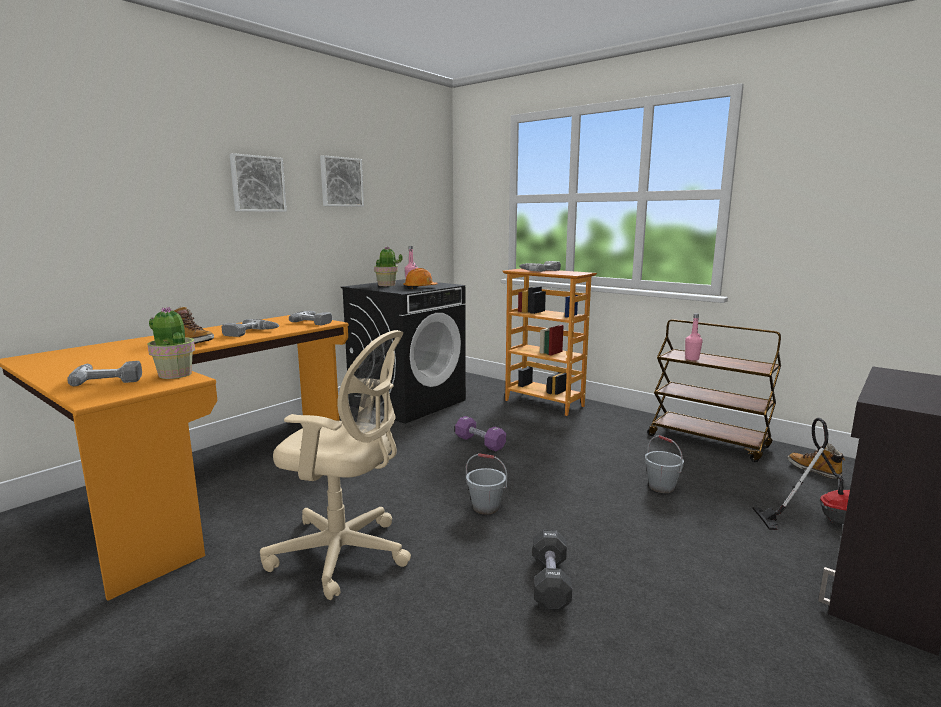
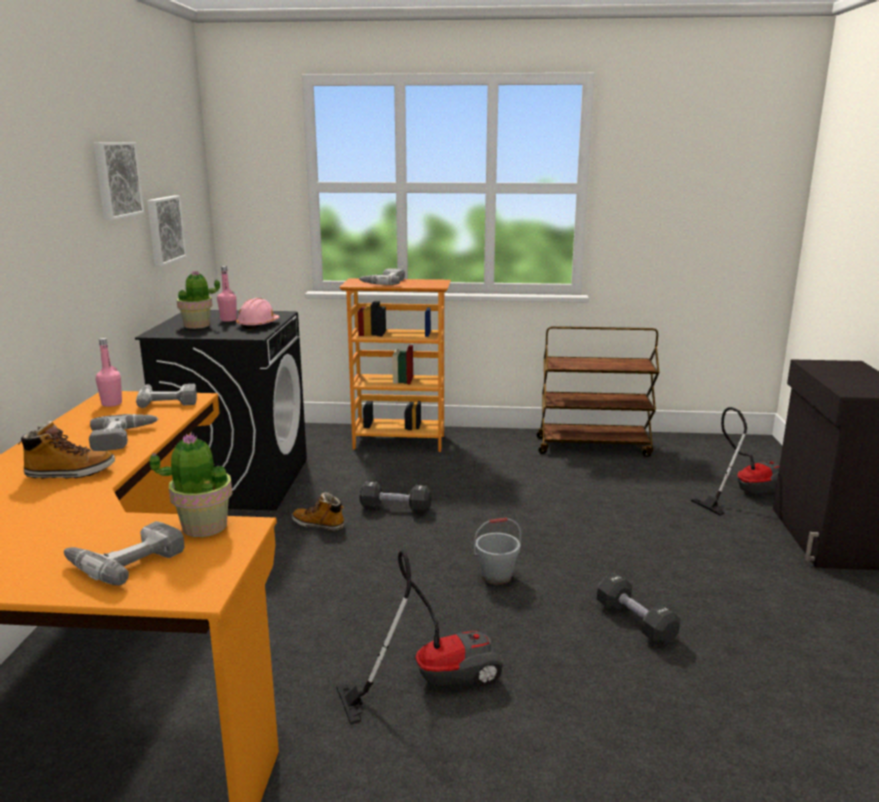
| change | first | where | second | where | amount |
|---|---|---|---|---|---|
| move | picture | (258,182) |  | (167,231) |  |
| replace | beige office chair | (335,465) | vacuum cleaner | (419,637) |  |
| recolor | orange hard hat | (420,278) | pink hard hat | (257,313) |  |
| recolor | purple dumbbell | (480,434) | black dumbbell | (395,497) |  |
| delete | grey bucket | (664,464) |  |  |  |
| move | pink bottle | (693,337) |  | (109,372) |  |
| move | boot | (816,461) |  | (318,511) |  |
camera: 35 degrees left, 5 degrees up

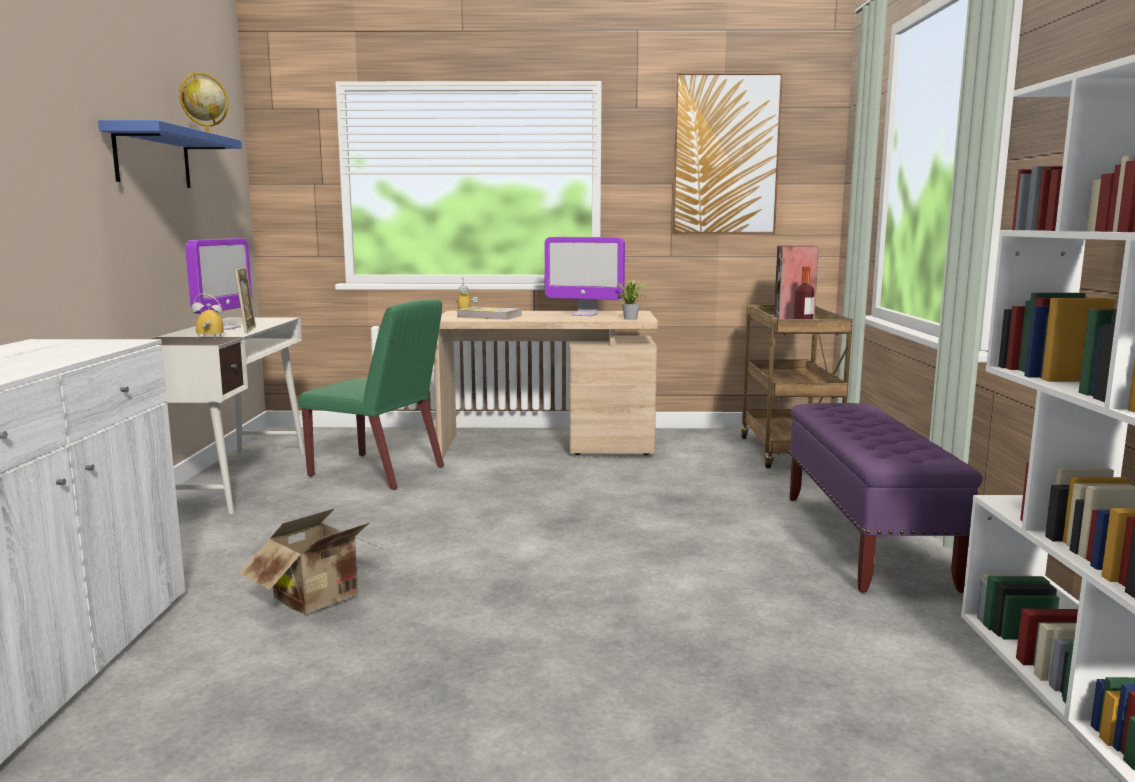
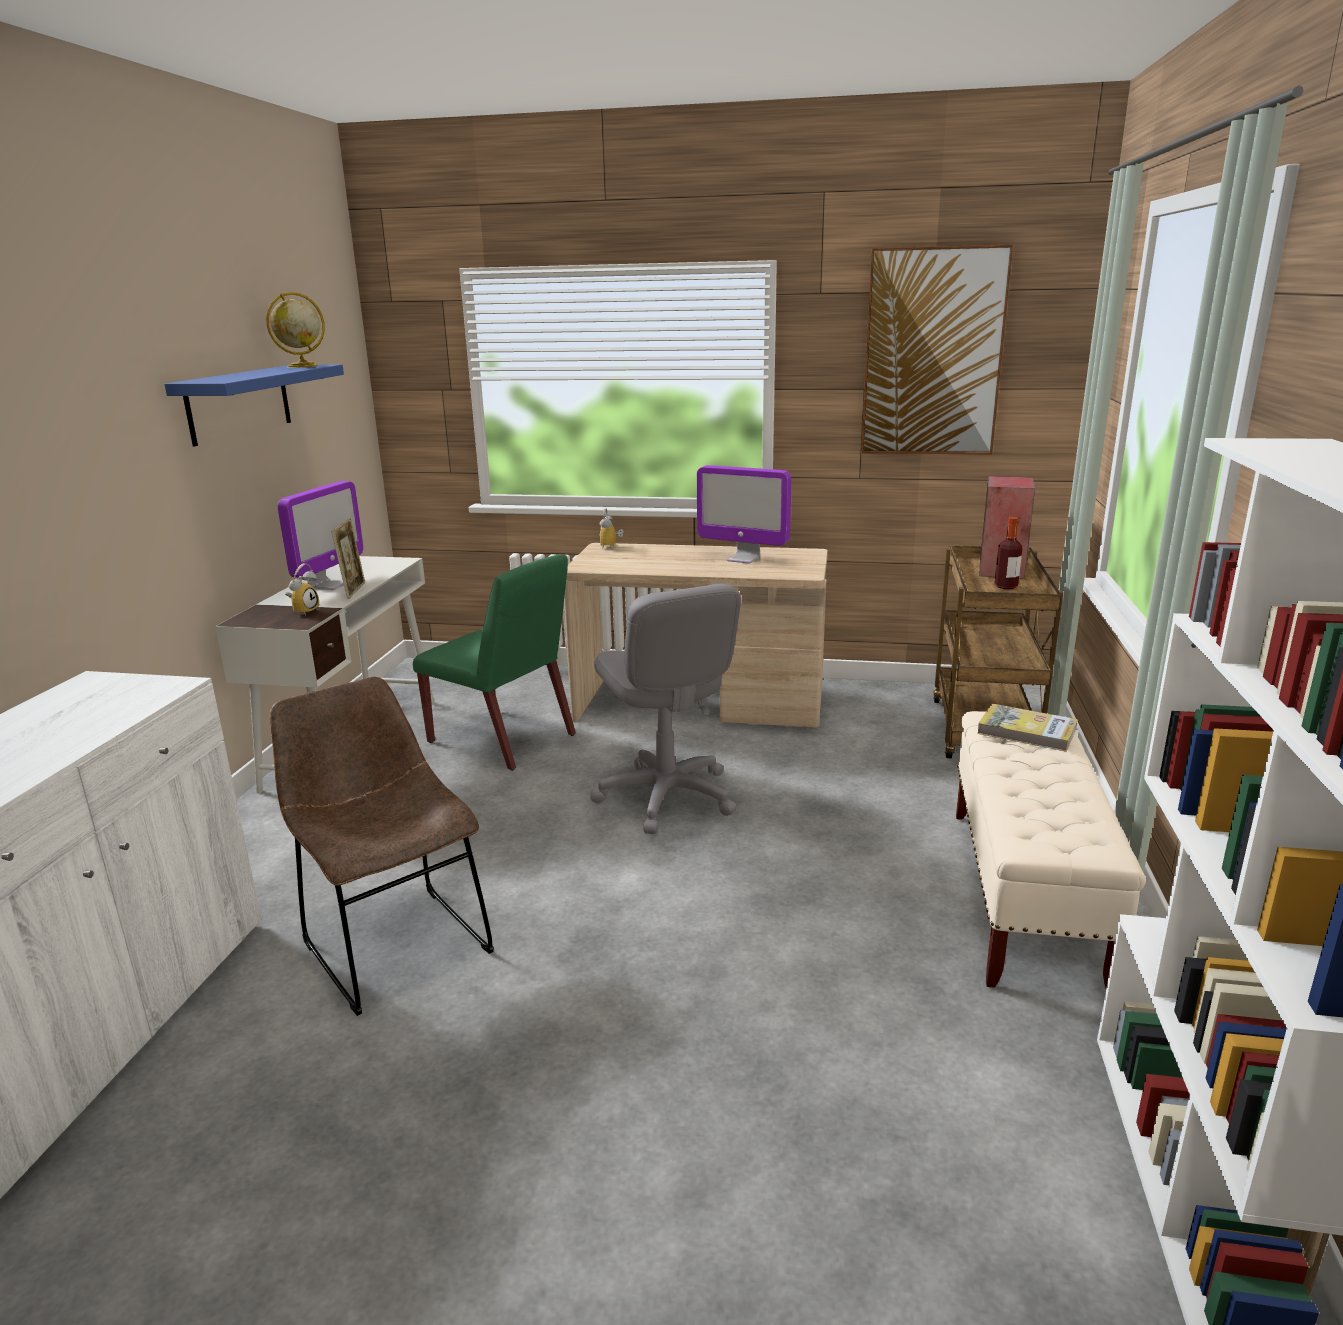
| change | first | where | second | where | amount |
|---|---|---|---|---|---|
| rotate | alarm clock | (207,316) |  | (302,589) | 105 degrees clockwise |
| replace | cardboard box | (312,561) | brown chair | (382,846) |  |
| move | book | (489,313) |  | (1027,728) |  |
| delete | potted plant | (632,299) |  |  |  |
| recolor | purple bench | (886,498) | beige bench | (1051,849) |  |
| insert |  |  | grey office chair | (665,709) |  |
camera: 10 degrees right, 10 degrees up

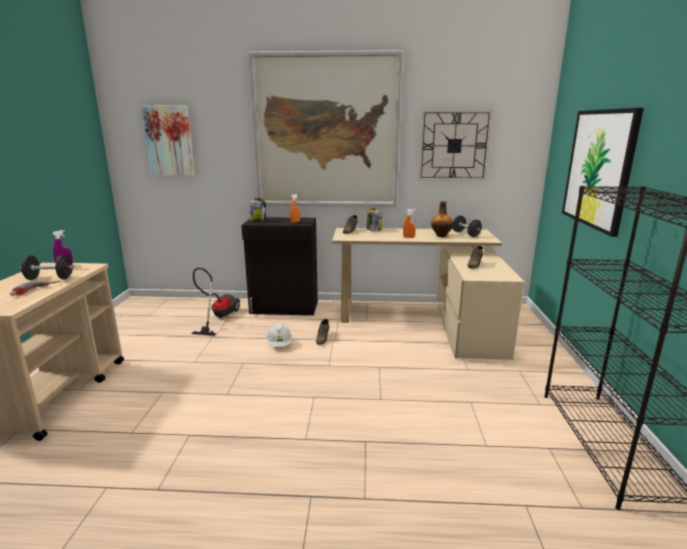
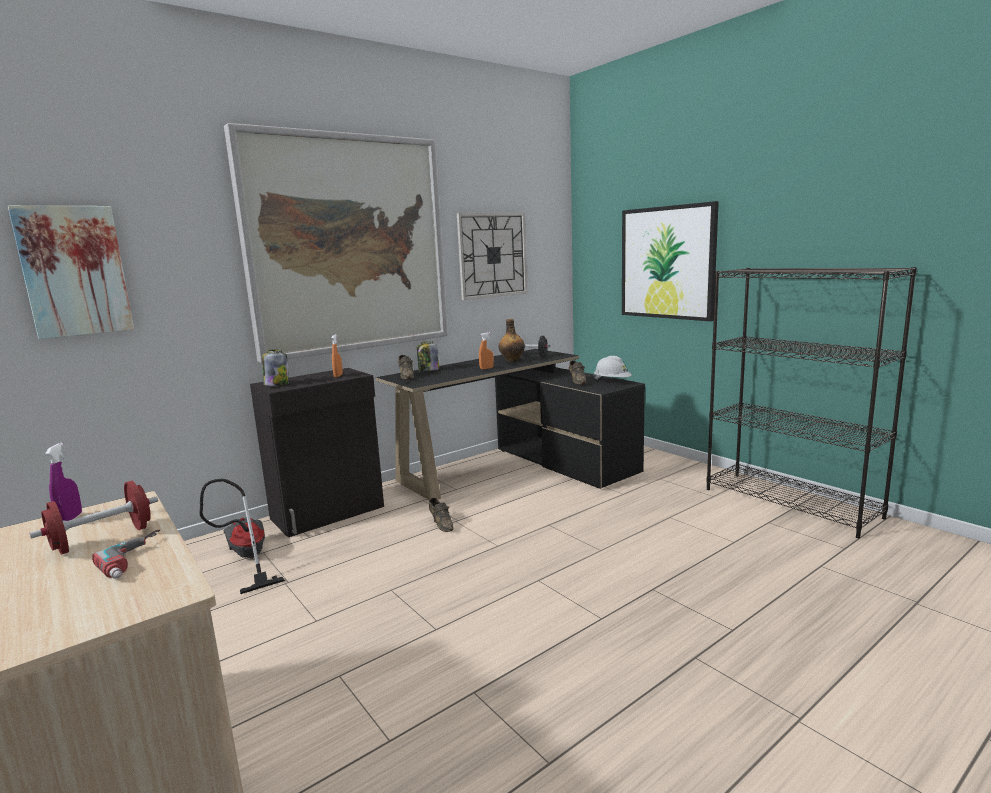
| change | first | where | second | where | amount |
|---|---|---|---|---|---|
| recolor | black dumbbell | (47,267) | red dumbbell | (94,518) |  |
| move | white hard hat | (279,335) |  | (613,368) |  |
| recolor | beige desk | (428,294) | black desk | (510,424) |  |
camera: 40 degrees left, 5 degrees down

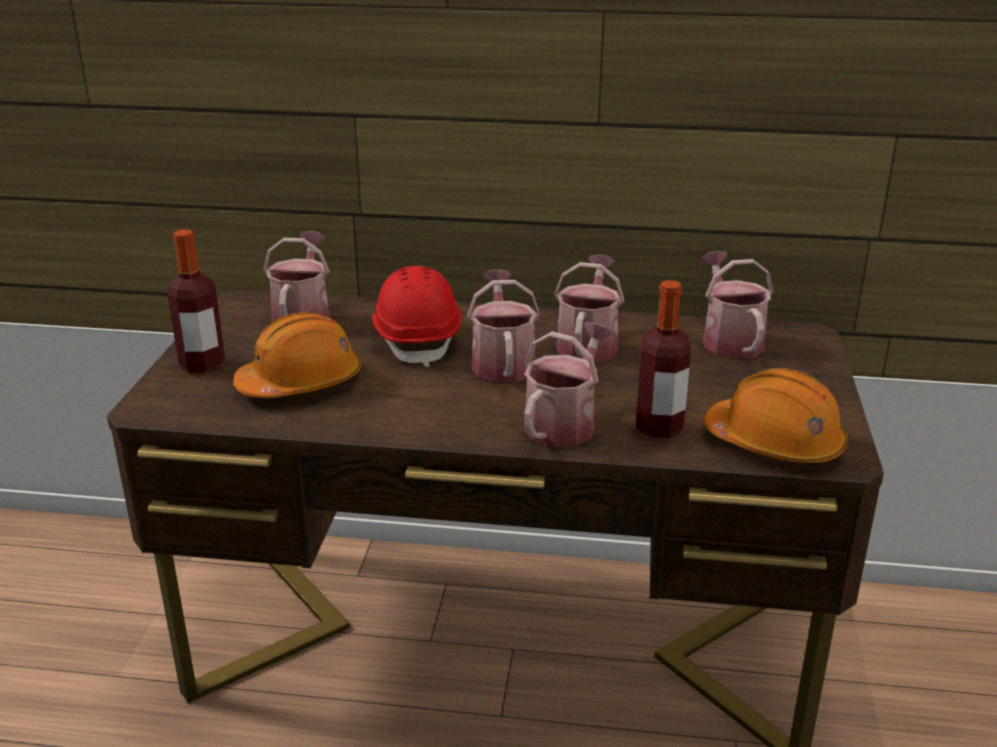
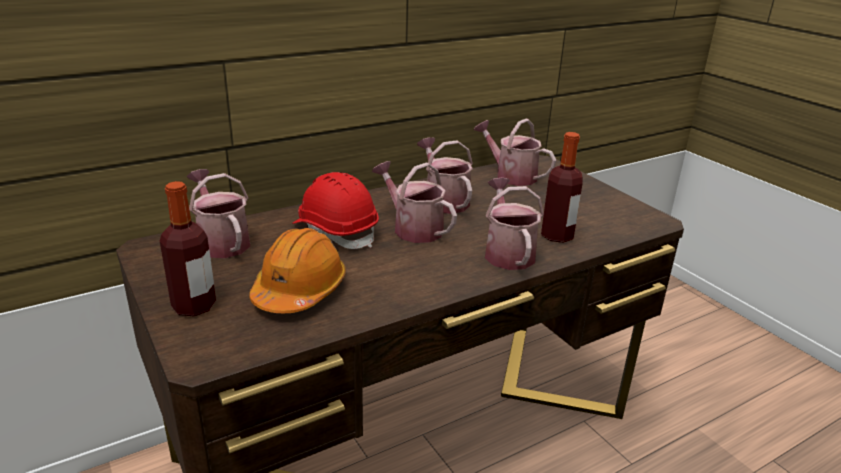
| change | first | where | second | where | amount |
|---|---|---|---|---|---|
| delete | orange hard hat | (776,417) |  |  |  |
camera: 40 degrees left, 0 degrees up

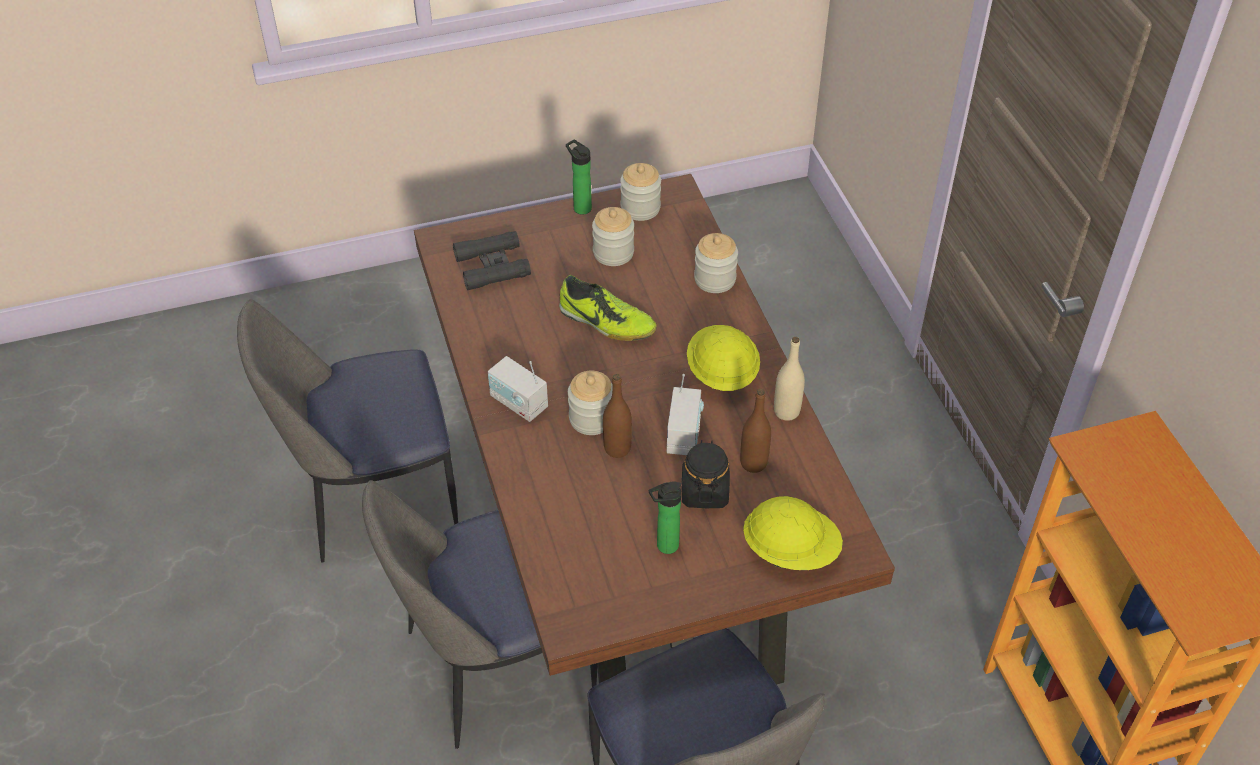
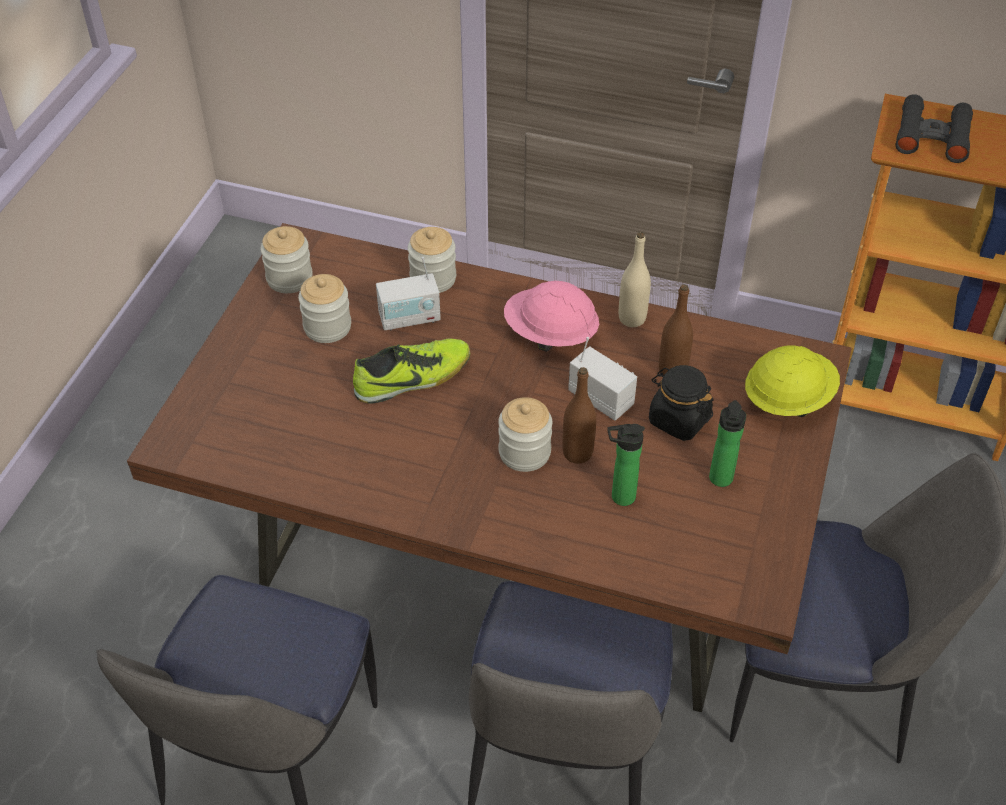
| change | first | where | second | where | amount |
|---|---|---|---|---|---|
| move | black binoculars | (492,260) |  | (934,128) |  |
| move | radio | (518,389) |  | (408,294) |  |
| move | bottle | (579,177) |  | (626,465) |  |
| recolor | yellow hard hat | (723,358) | pink hard hat | (551,316) |  |
camera: 55 degrees left, 0 degrees up

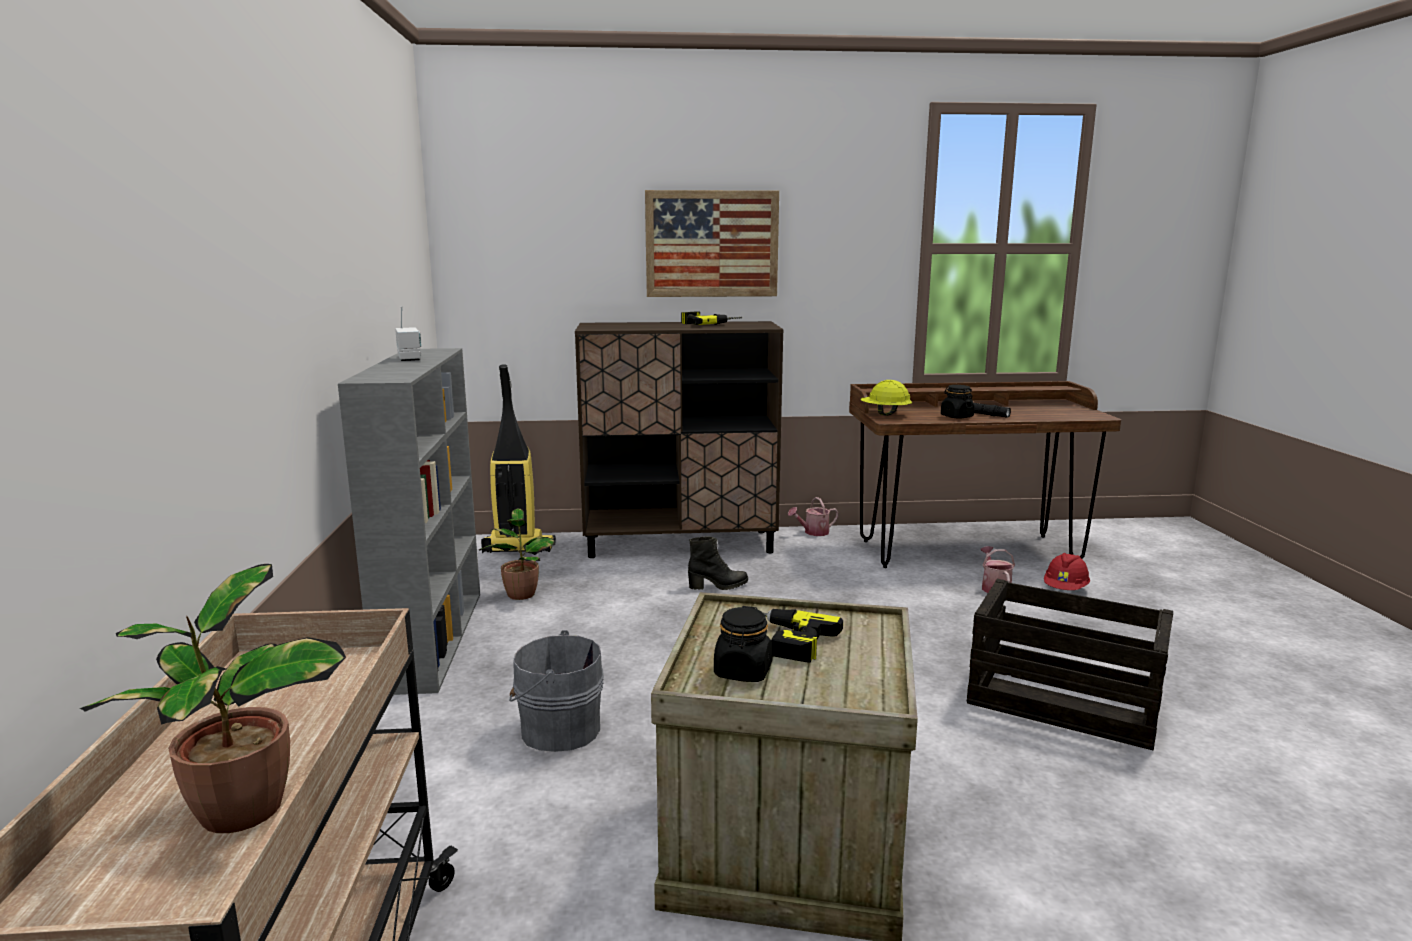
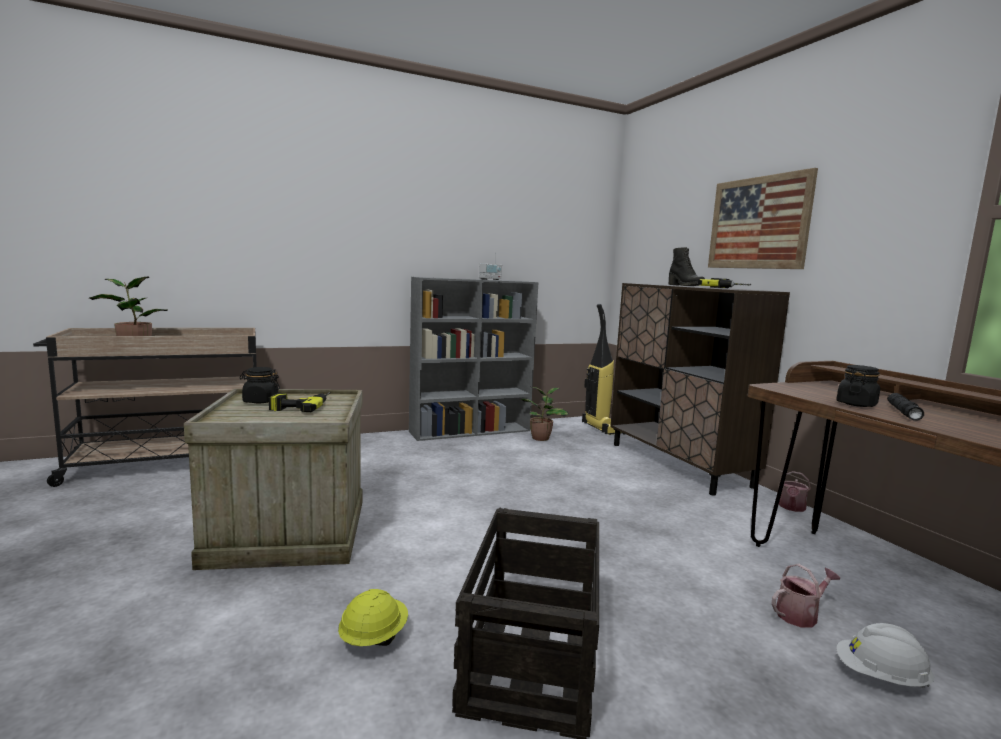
| change | first | where | second | where | amount |
|---|---|---|---|---|---|
| delete | grey bucket | (556,691) |  |  |  |
| move | black boot | (718,563) |  | (687,266) |  |
| rotate | watering can | (813,516) |  | (795,491) | 105 degrees counterclockwise |
| move | yellow hard hat | (886,398) |  | (373,617) |  |
| recolor | red hard hat | (1067,571) | white hard hat | (885,655) |  |
camera: 70 degrees right, 5 degrees down

